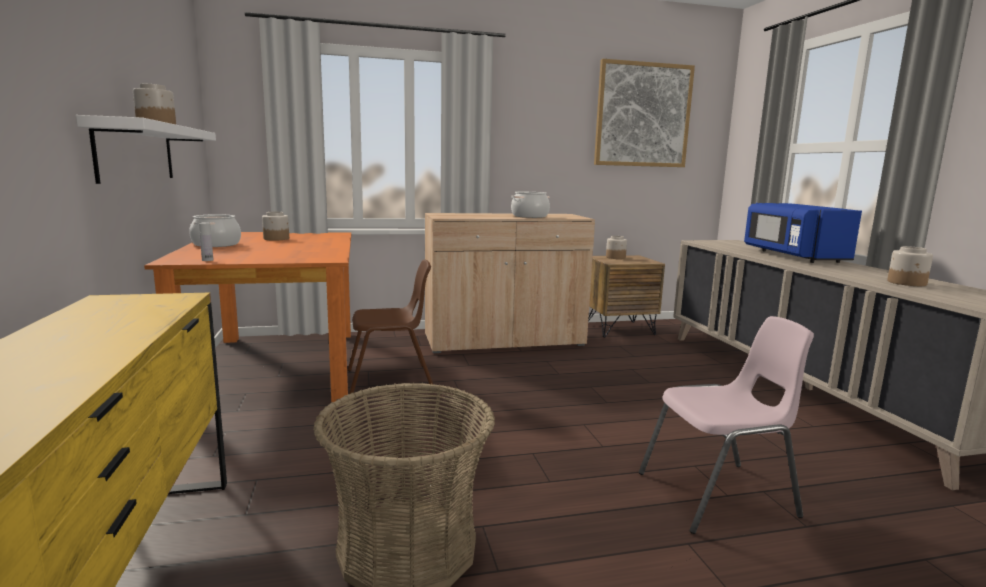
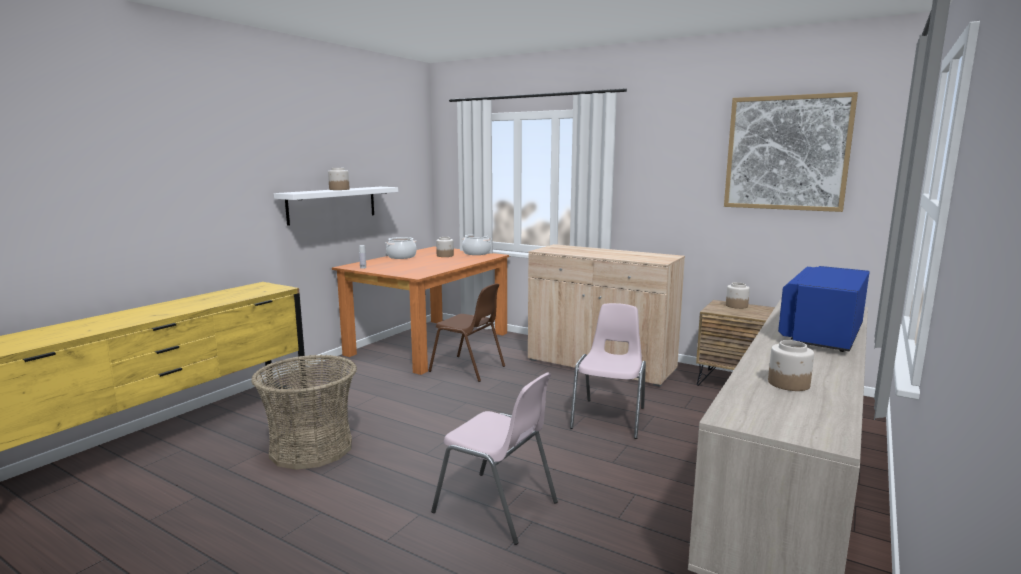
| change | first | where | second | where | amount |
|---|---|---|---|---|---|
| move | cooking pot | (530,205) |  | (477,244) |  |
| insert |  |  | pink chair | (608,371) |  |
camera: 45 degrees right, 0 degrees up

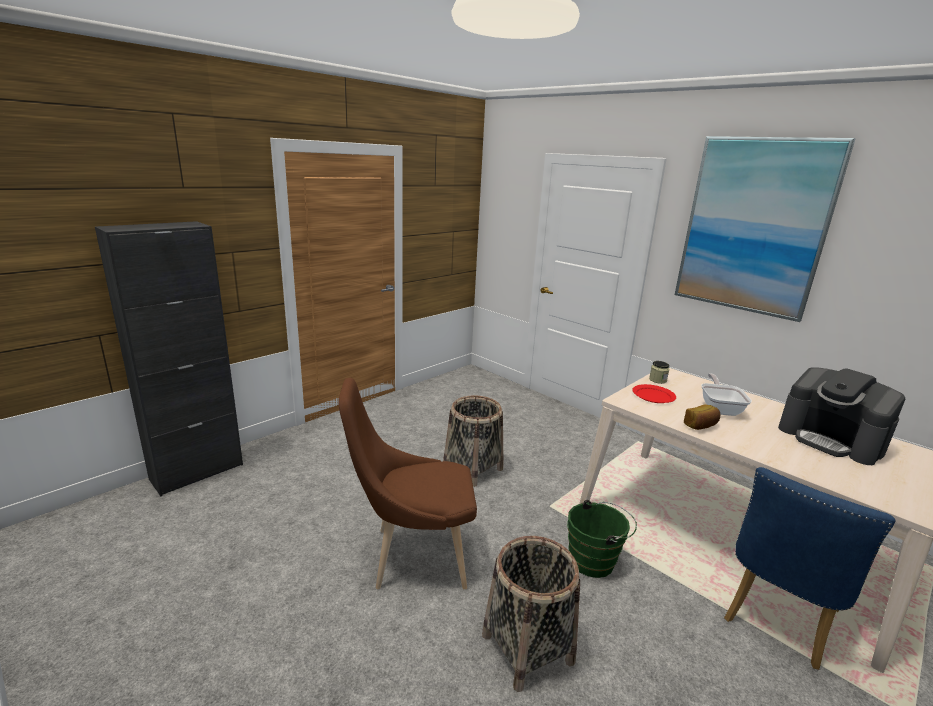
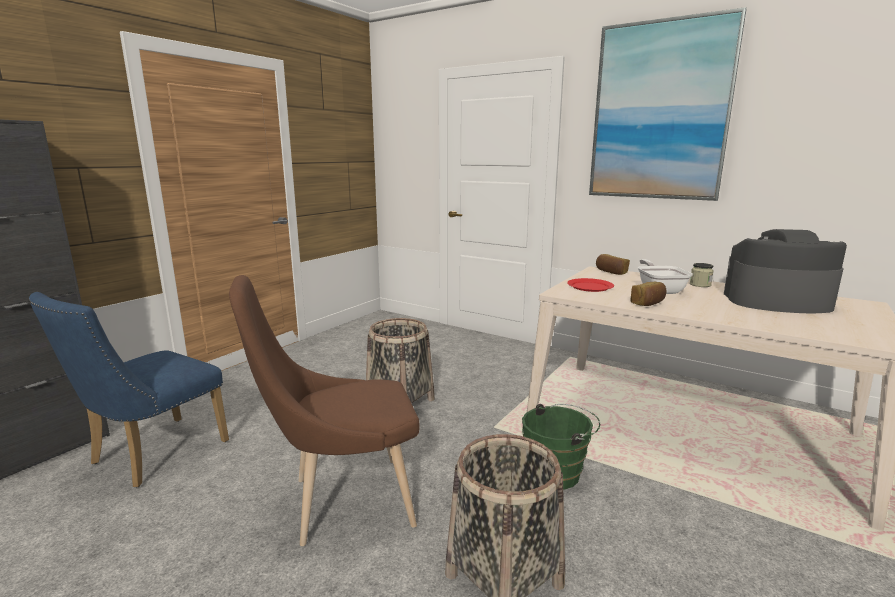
| change | first | where | second | where | amount |
|---|---|---|---|---|---|
| move | jar | (659,372) |  | (702,275) |  |
| move | blue chair | (809,568) |  | (129,389) |  |
| rotate | coffee machine | (841,416) |  | (785,271) | 150 degrees clockwise |
| insert |  |  | bread | (613,264) |  |
camera: 10 degrees left, 5 degrees down

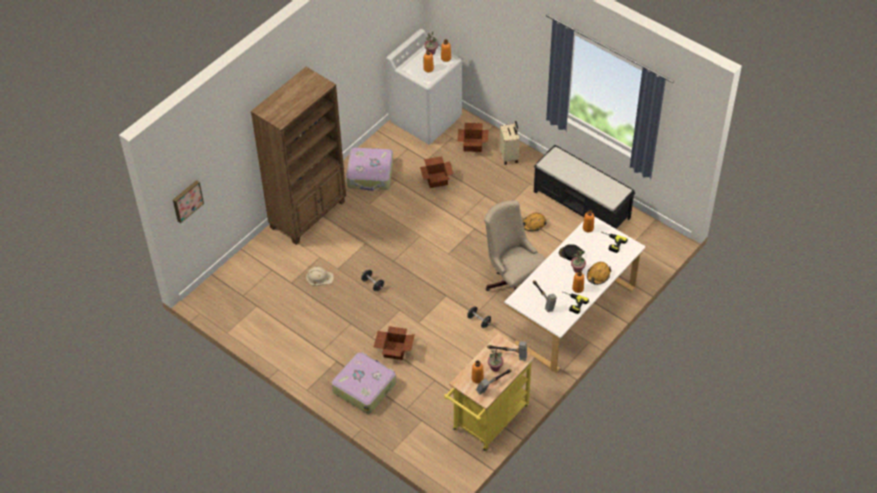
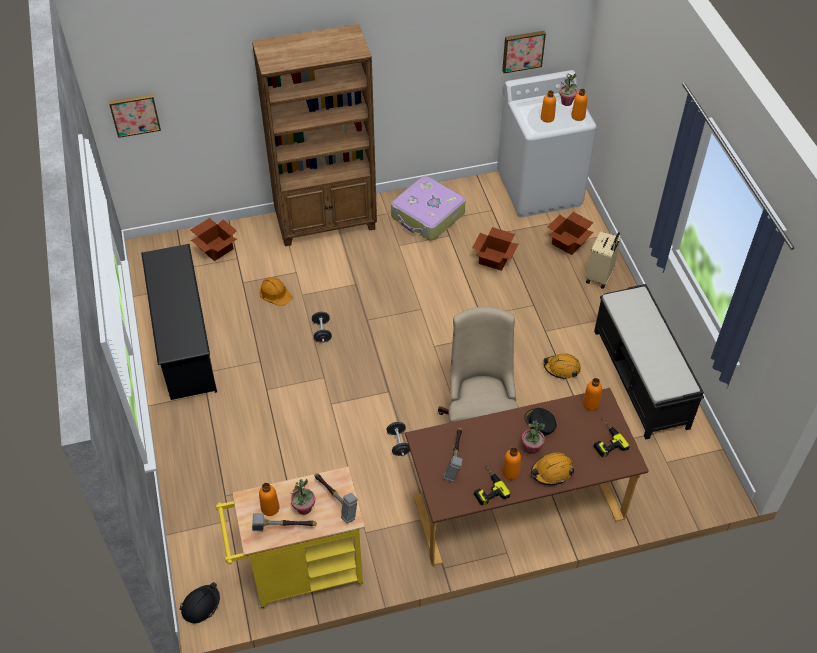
| change | first | where | second | where | amount |
|---|---|---|---|---|---|
| recolor | beige hard hat | (320,276) | orange hard hat | (276,291) |  |
| delete | suitcase | (364,383) |  |  |  |
| move | cardboard box | (394,343) |  | (214,239) |  |
| recolor | white desk | (575,294) | brown desk | (527,477) |  |
| insert |  |  | black shoe rack | (179,322) |  |
| insert |  |  | black hard hat | (199,602) |  |
| insert |  |  | picture | (524,52) |  |
camera: 35 degrees right, 0 degrees up

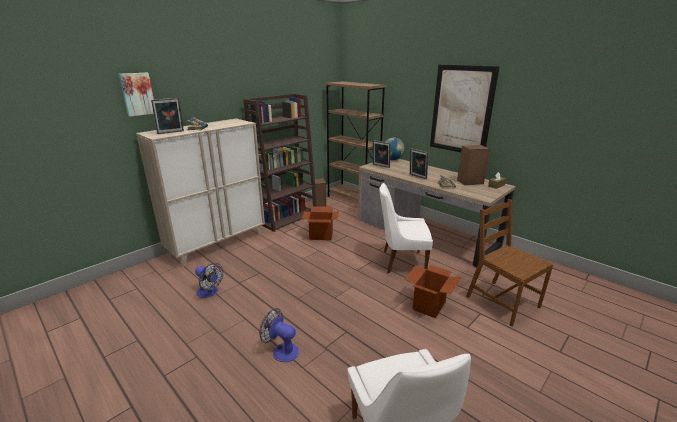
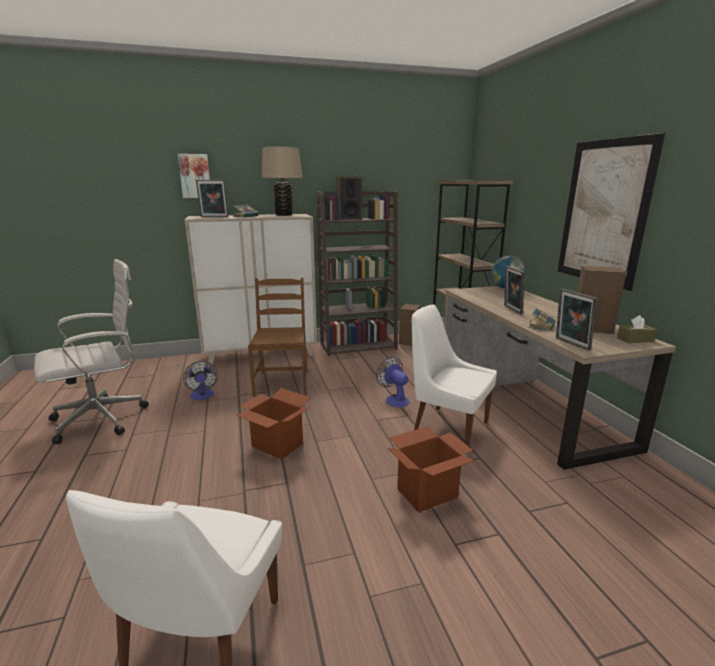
| change | first | where | second | where | amount |
|---|---|---|---|---|---|
| move | fan | (279,335) |  | (393,382) |  |
| move | cardboard box | (320,223) |  | (273,424) |  |
| move | picture frame | (381,154) |  | (576,320) |  |
| move | brown chair | (509,263) |  | (277,337) |  |
| insert |  |  | white office chair | (91,351) |  |
| insert |  |  | beige table lamp | (282,181) |  |
| insert |  |  | speaker | (349,198) |  |
camera: 30 degrees right, 5 degrees down

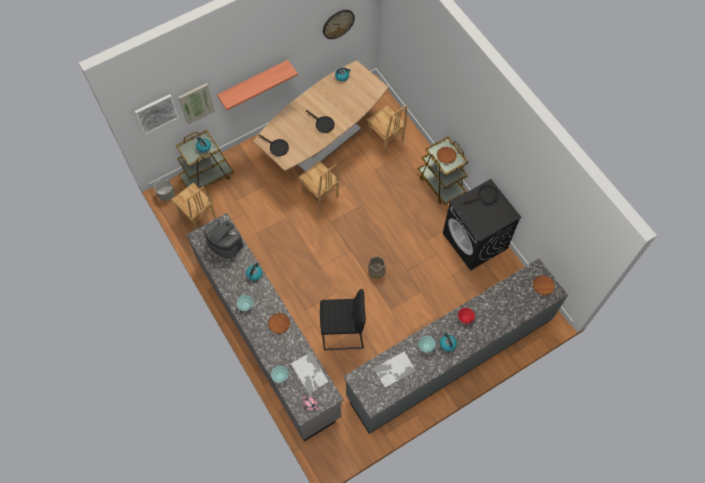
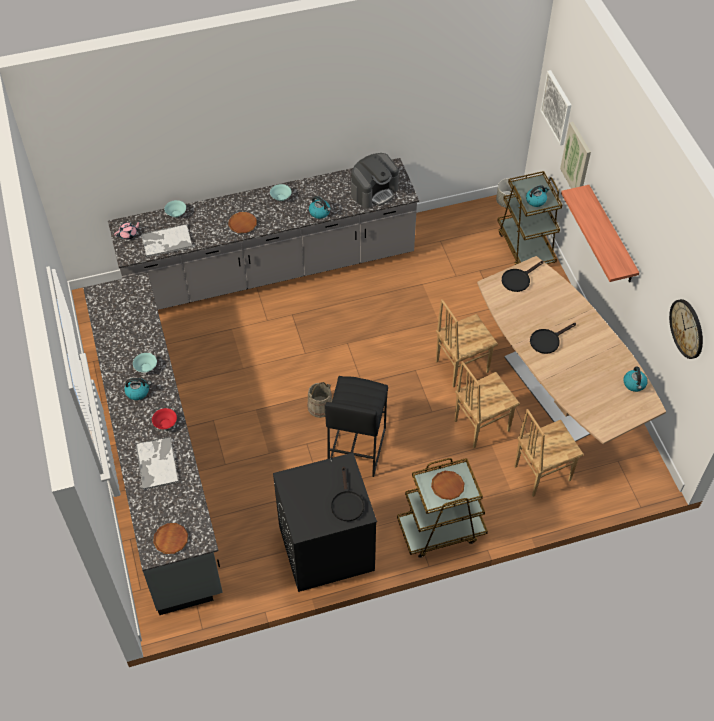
| change | first | where | second | where | amount |
|---|---|---|---|---|---|
| move | brown chair | (193,206) |  | (487,404) |  |
| move | black stool | (343,319) |  | (356,426) |  |
| move | tray | (395,369) |  | (157,463) |  |
camera: 105 degrees right, 10 degrees down

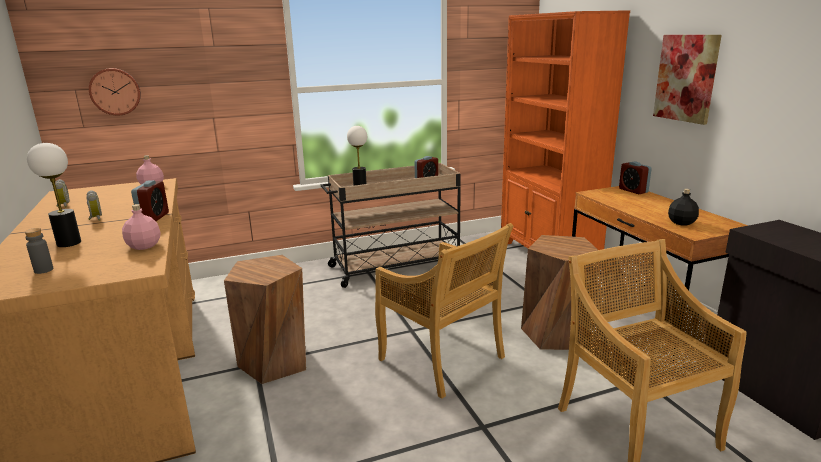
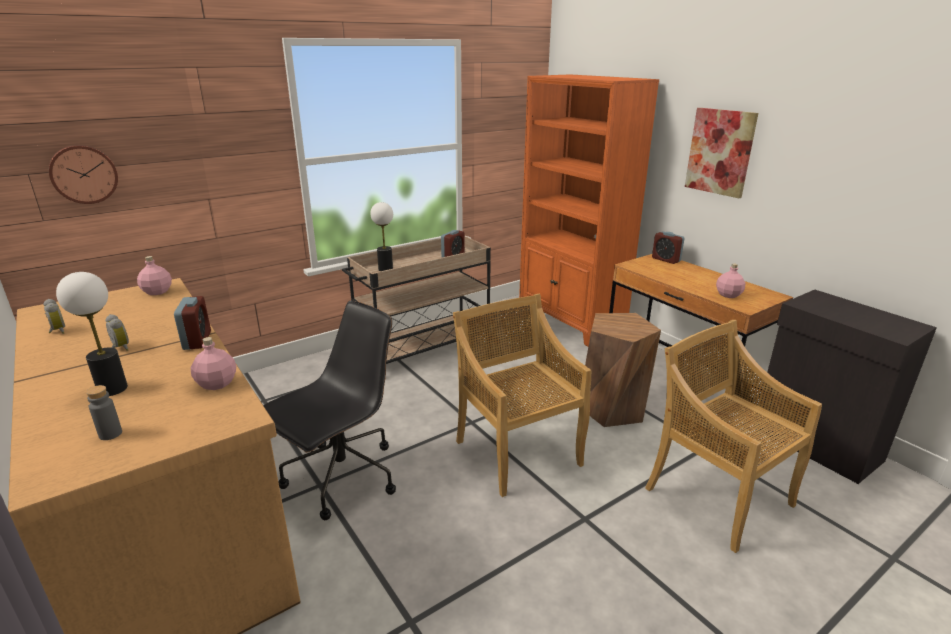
| change | first | where | second | where | amount |
|---|---|---|---|---|---|
| replace | brown stool | (265,319) | black office chair | (329,410) |  |
| rotate | beige chair | (444,311) |  | (522,395) | 150 degrees counterclockwise |
| recolor | black bottle | (683,207) | pink bottle | (730,280) |  |
camera: 15 degrees left, 5 degrees up

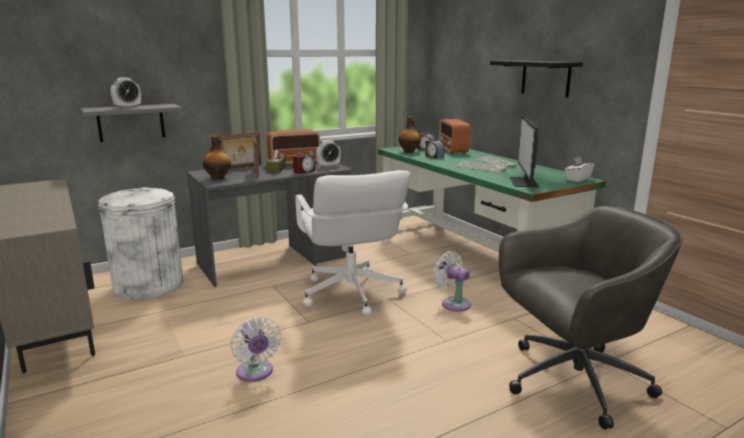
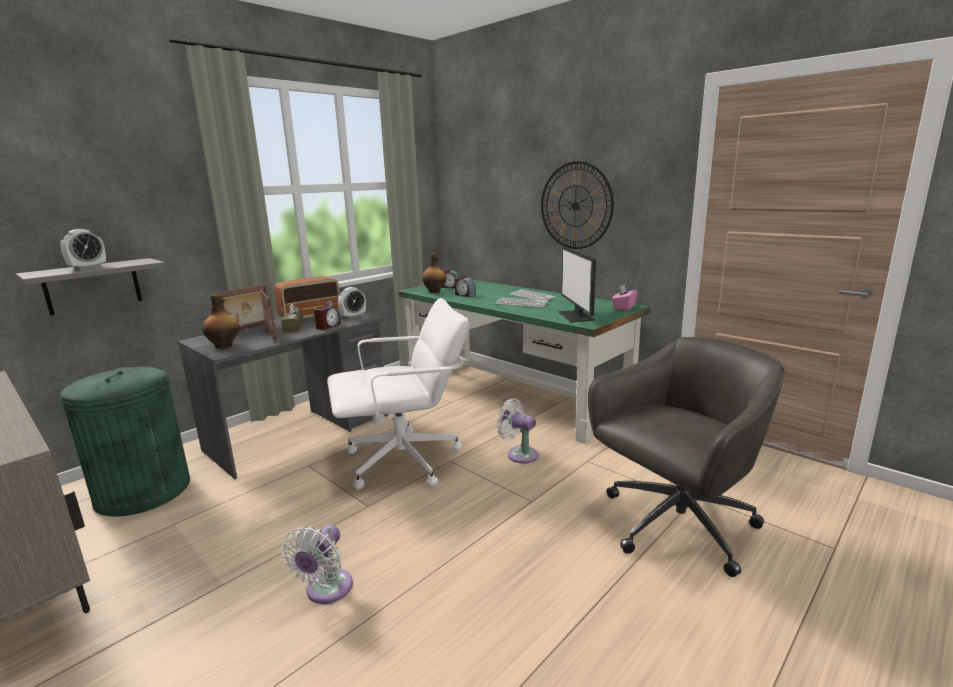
| change | first | where | second | where | amount |
|---|---|---|---|---|---|
| recolor | white trash can | (140,243) | green trash can | (125,442) |  |
| rotate | white fan | (256,349) |  | (317,564) | 60 degrees clockwise |
| rotate | white office chair | (352,243) |  | (398,394) | 75 degrees counterclockwise |
| delete | radio | (454,136) |  |  |  |
| replace | black shelf | (536,79) | wall clock | (577,205) |  |
| recolor | white tissue box | (579,169) | pink tissue box | (624,297) |  |
camera: 15 degrees left, 0 degrees up

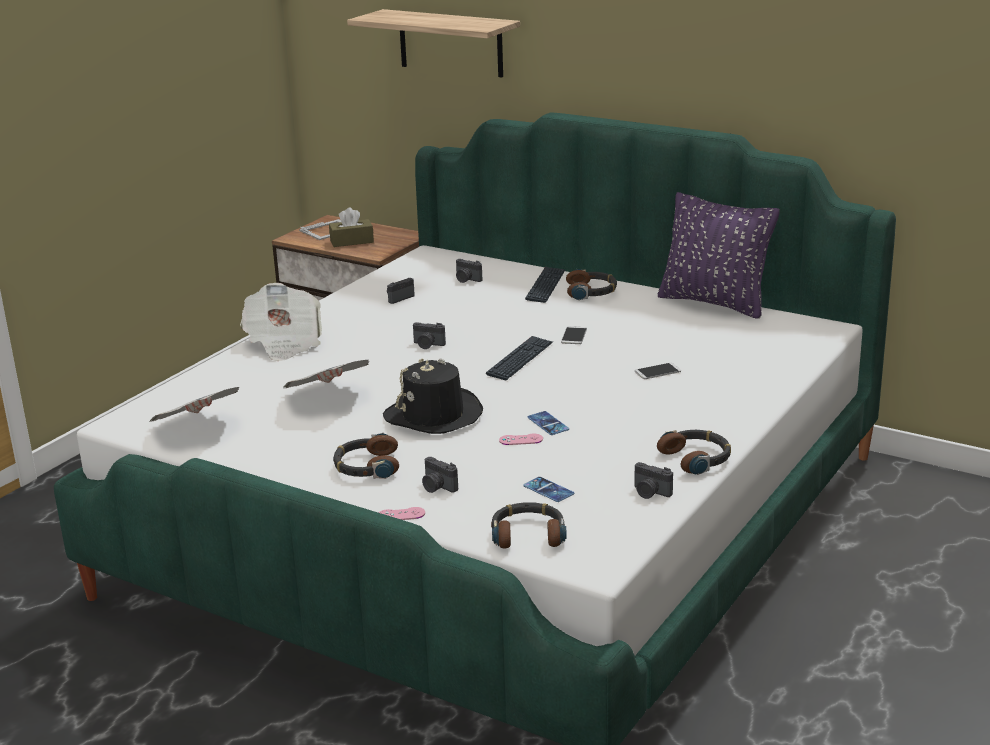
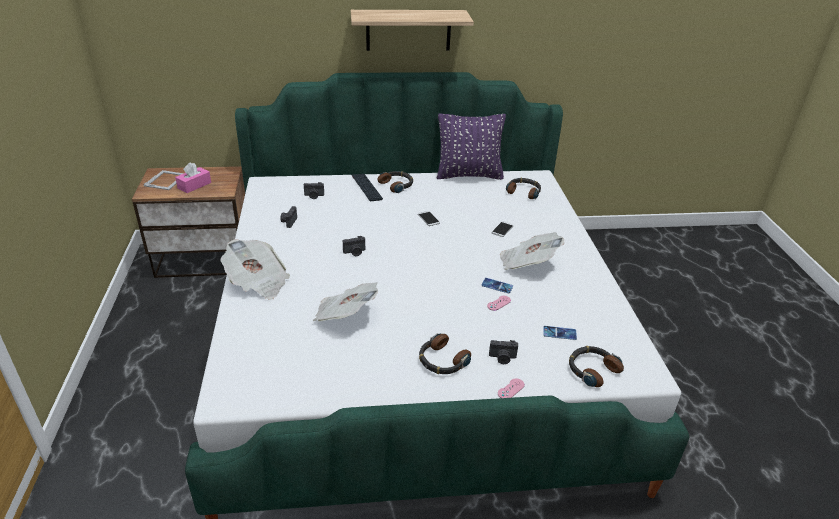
| change | first | where | second | where | amount |
|---|---|---|---|---|---|
| move | newspaper | (194,404) |  | (532,251) |  |
| recolor | brown tissue box | (351,227) | pink tissue box | (193,177) |  |
| move | shelf | (433,43) |  | (412,30) |  |
| delete | black hat | (433,396) |  |  |  |
| delete | keyboard | (519,358) |  |  |  |
| delete | photo camera | (653,480) |  |  |  |
| move | headphones | (694,452) |  | (523,188) |  |
camera: 40 degrees left, 10 degrees up

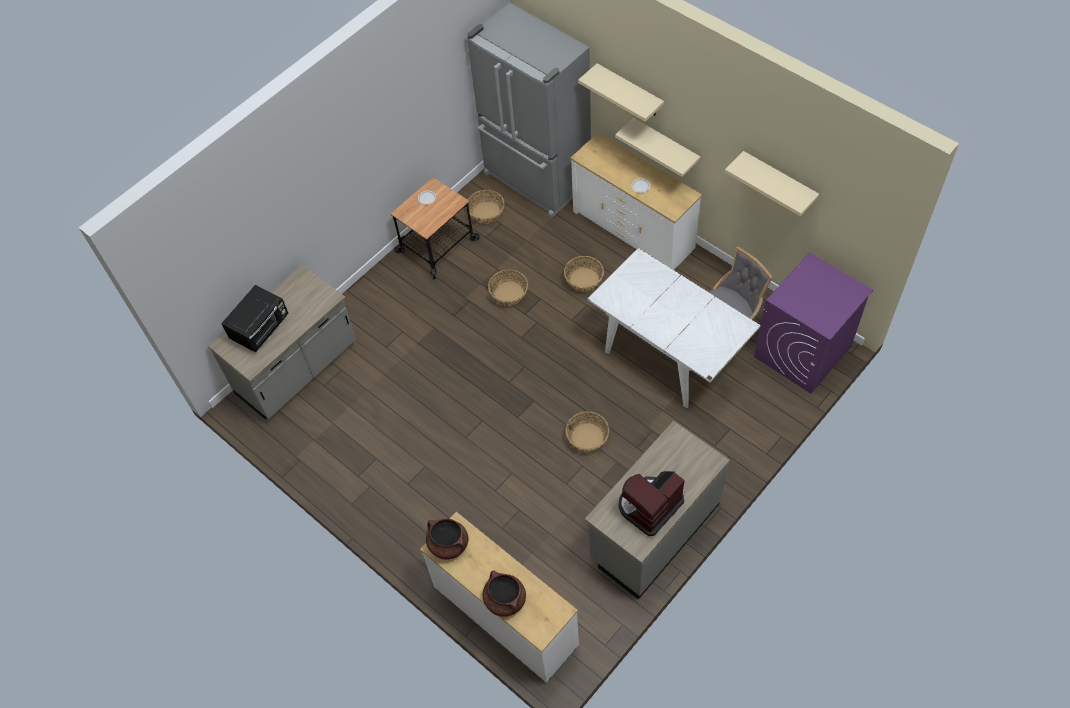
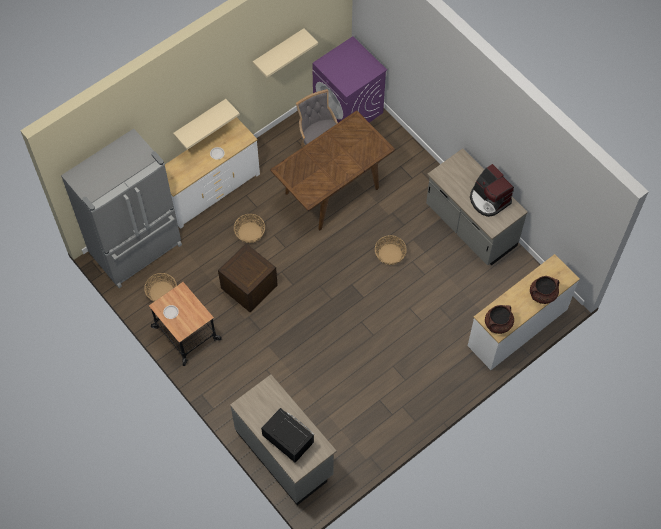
| change | first | where | second | where | amount |
|---|---|---|---|---|---|
| replace | basket | (508,287) | crate | (248,277) |  |
| delete | beige shelf | (621,92) |  |  |  |
| recolor | white dining table | (674,328) | brown dining table | (332,170) |  |
camera: 85 degrees left, 5 degrees up

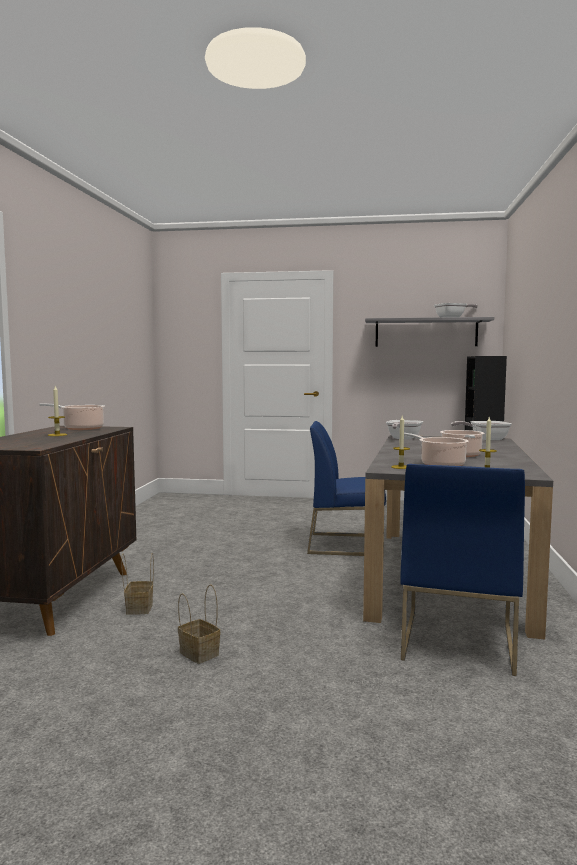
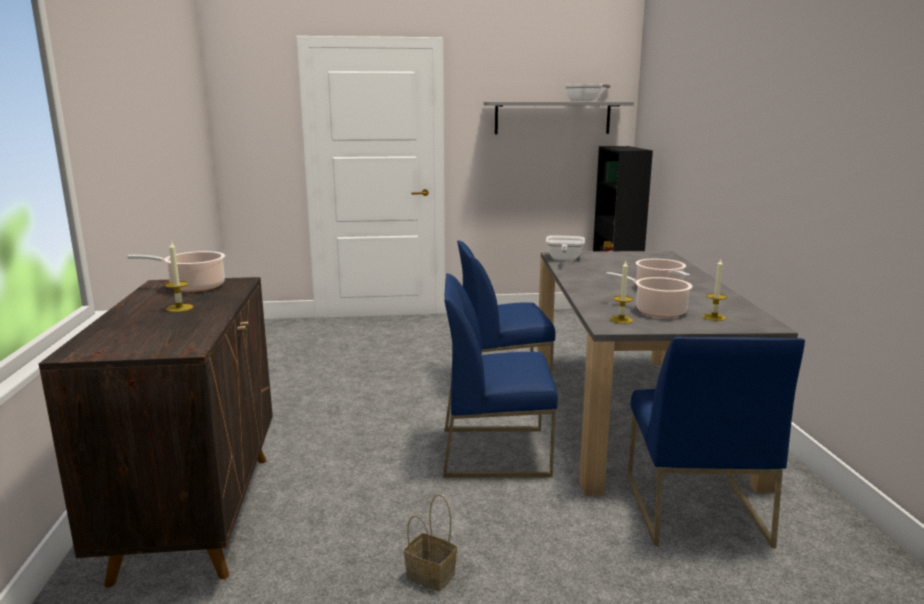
| change | first | where | second | where | amount |
|---|---|---|---|---|---|
| delete | basket | (137,584) |  |  |  |
| delete | frying pan | (481,430) |  |  |  |
| insert |  |  | blue chair | (500,375) |  |
camera: 15 degrees left, 10 degrees up

